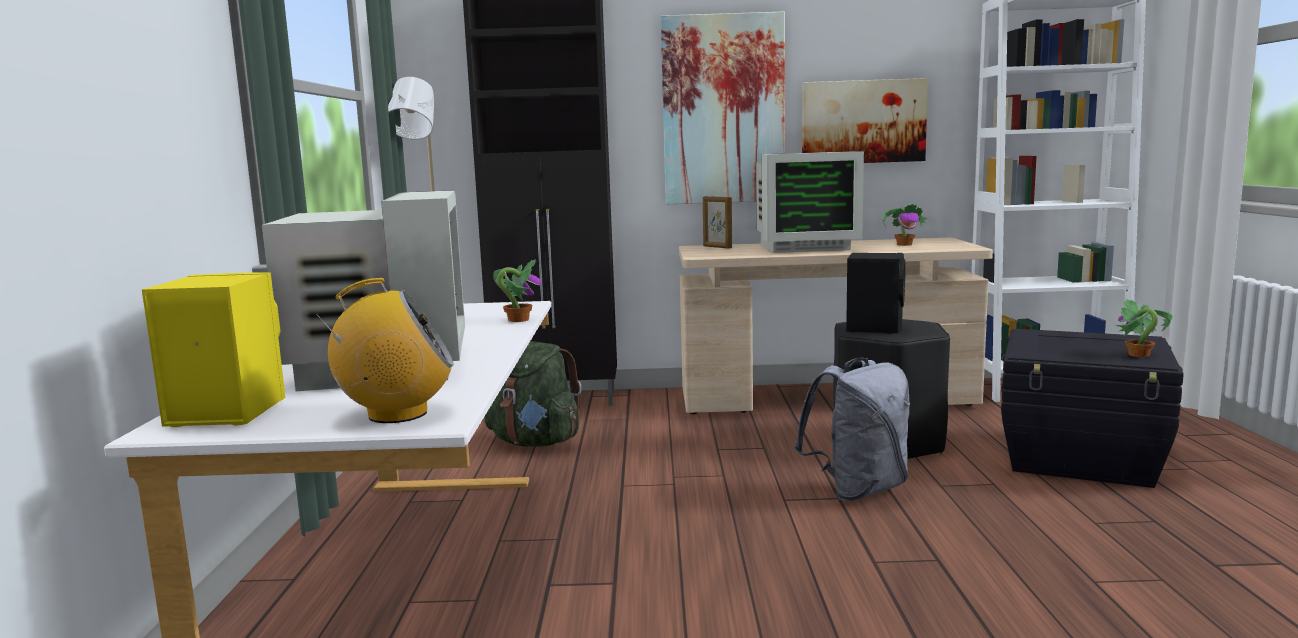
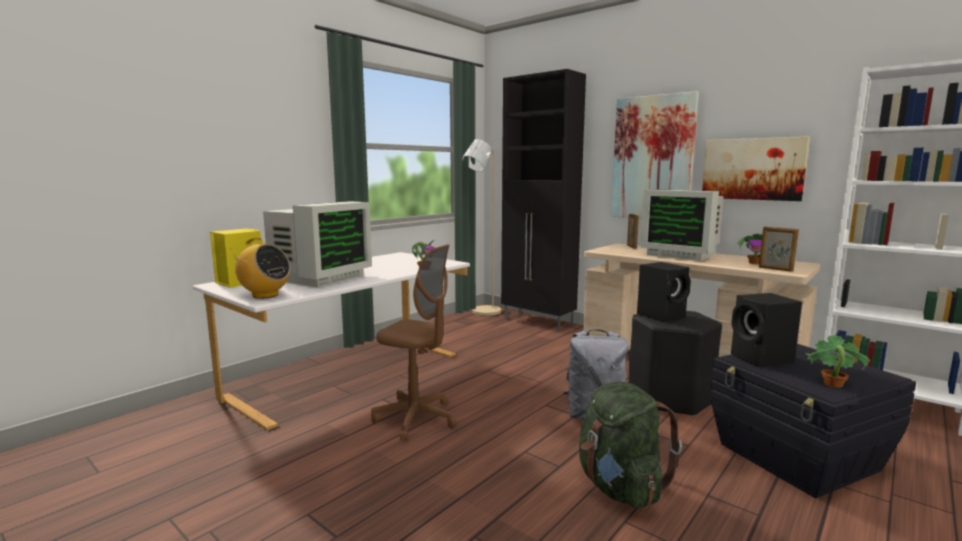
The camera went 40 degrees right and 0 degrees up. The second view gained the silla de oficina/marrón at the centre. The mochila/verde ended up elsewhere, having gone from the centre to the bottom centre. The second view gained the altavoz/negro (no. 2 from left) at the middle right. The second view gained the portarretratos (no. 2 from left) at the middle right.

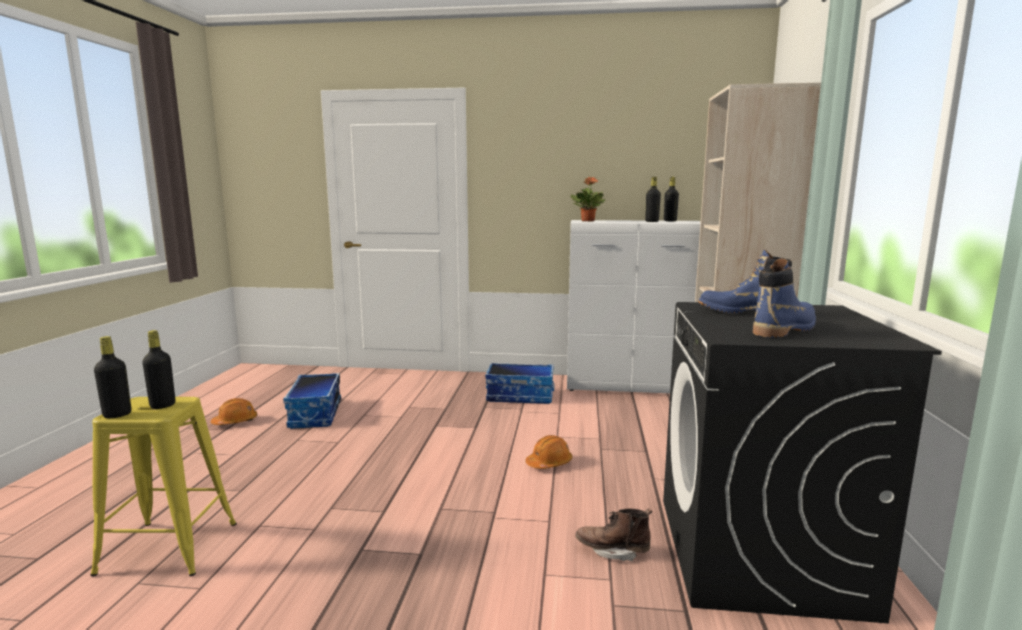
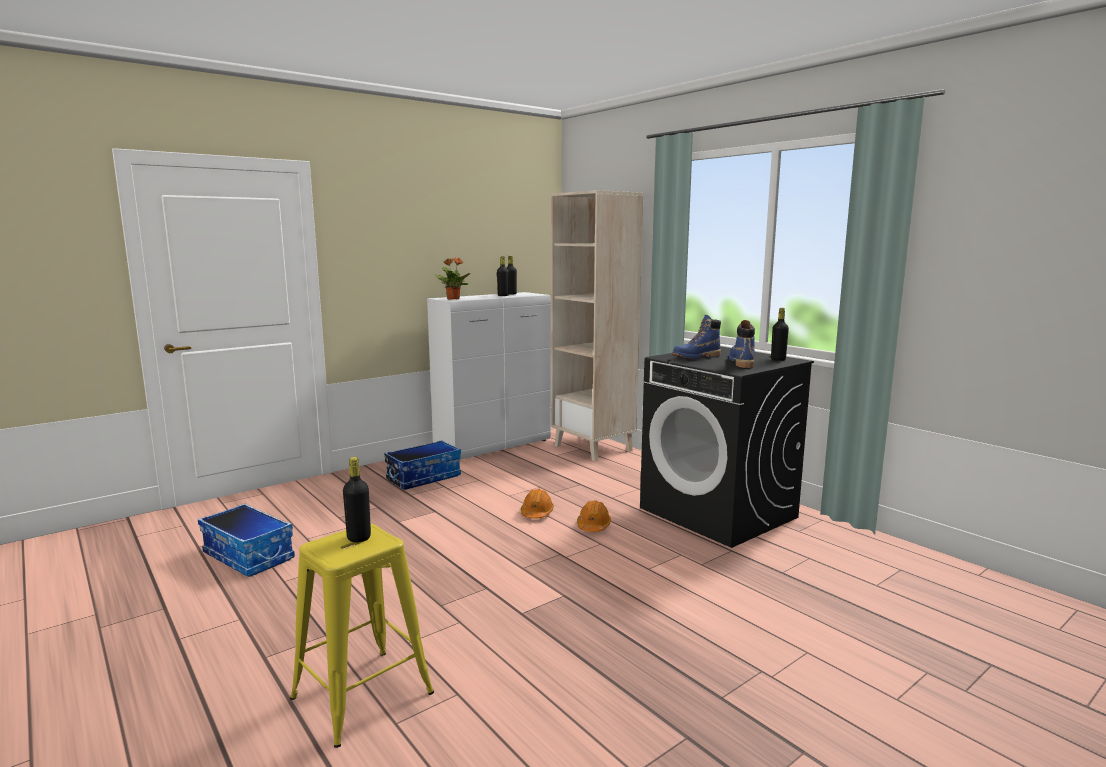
The camera went 45 degrees left and 0 degrees up. The casco/naranja (no. 1 from left in the first image) ended up elsewhere, having gone from the middle left to the bottom centre. The botella/negro (no. 1 from left in the first image) ended up elsewhere, having gone from the middle left to the middle right. The second view lost the bota/marrón at the bottom centre.

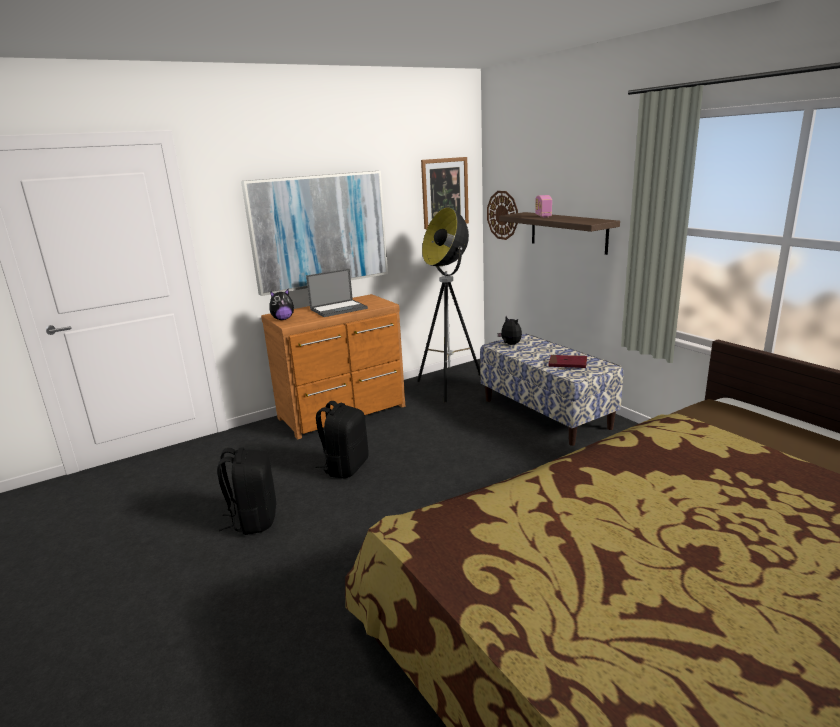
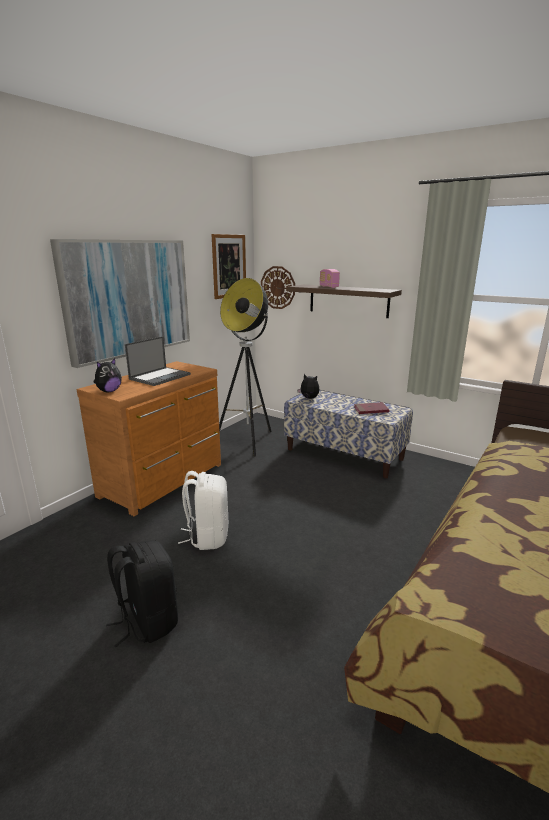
The camera went 25 degrees left and 0 degrees up. What was the mochila/negro (no. 2 from left) at the centre turned into the mochila/blanco at the centre.

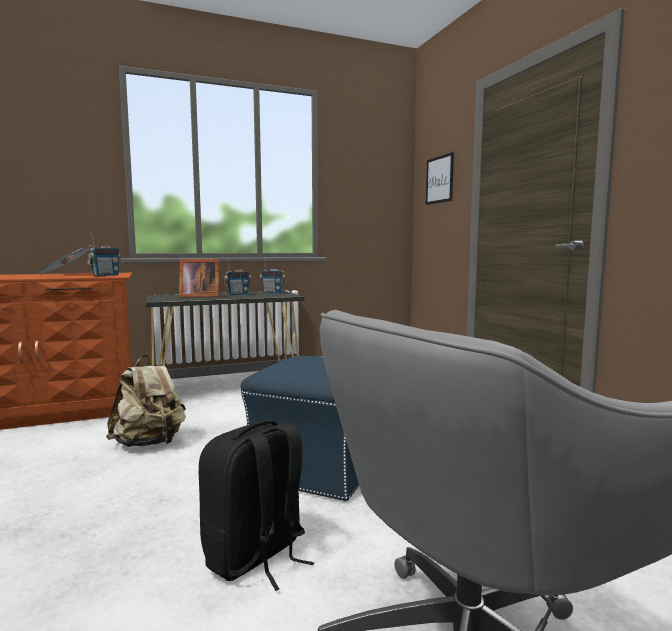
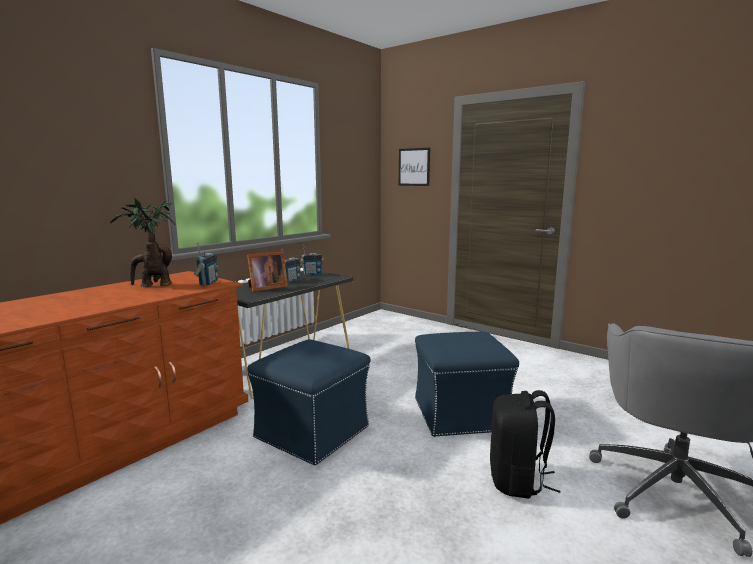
The camera went 30 degrees left and 5 degrees up. Where the periódico stood at the middle left, the planta en maceta came to stand at the middle left. Where the mochila/beis stood at the middle left, the puf/azul (no. 1 from left) came to stand at the bottom centre.

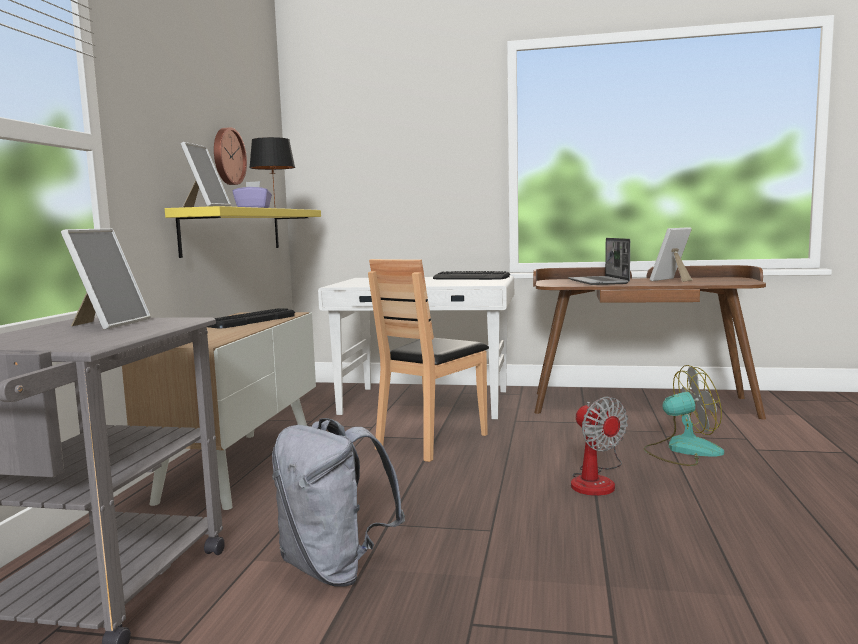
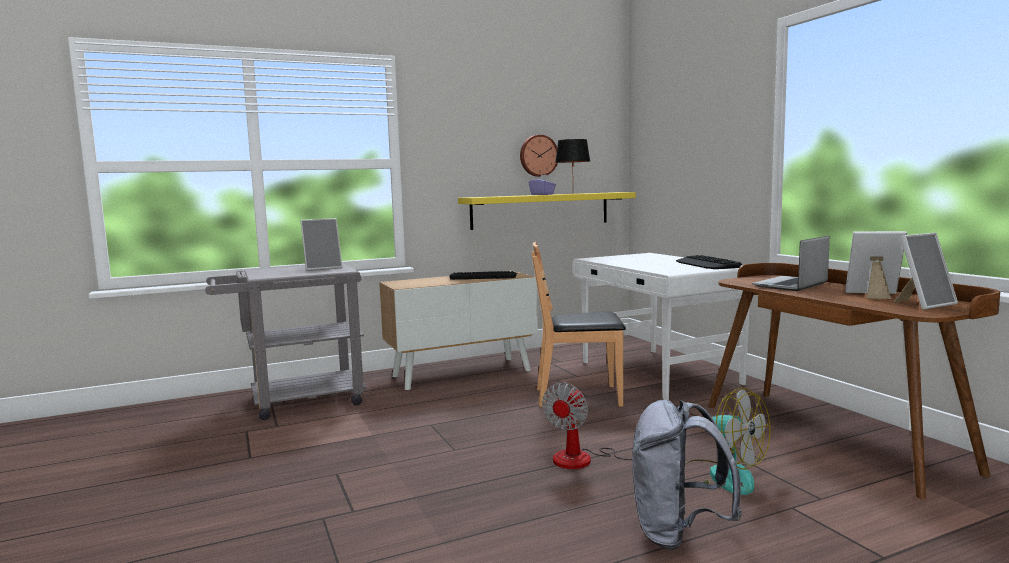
The camera went 55 degrees right and 0 degrees up. The mochila/gris ended up elsewhere, having gone from the bottom centre to the bottom right. The portarretratos (no. 2 from left in the first image) ended up elsewhere, having gone from the top left to the middle right.

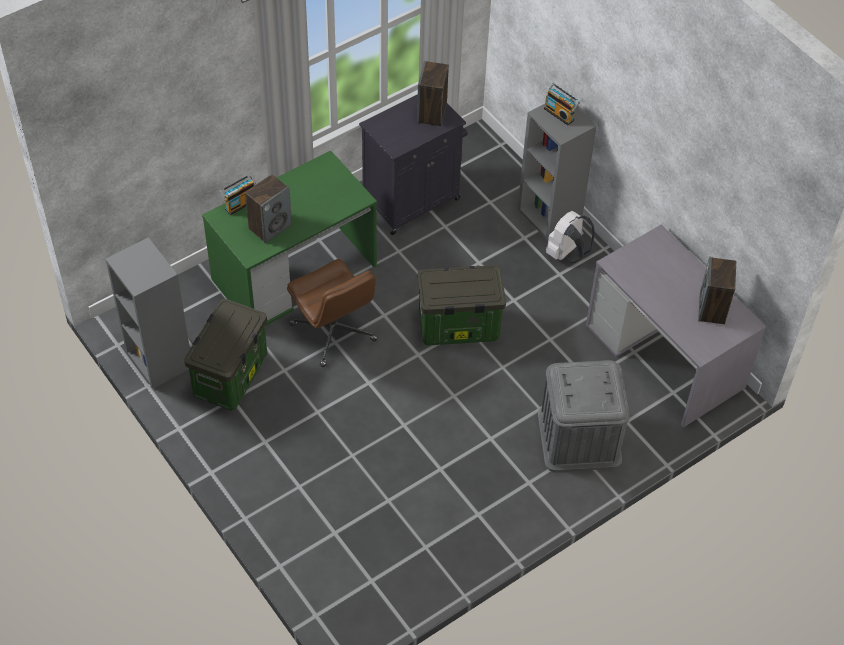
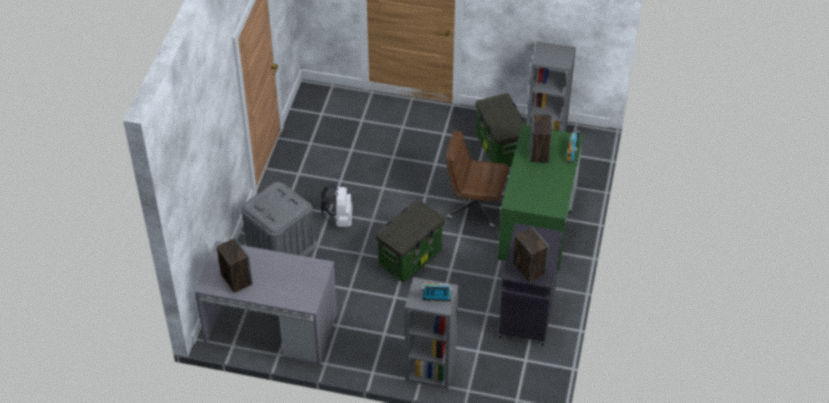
The camera went 140 degrees right and 5 degrees down. The mochila/blanco ended up elsewhere, having gone from the middle right to the centre.

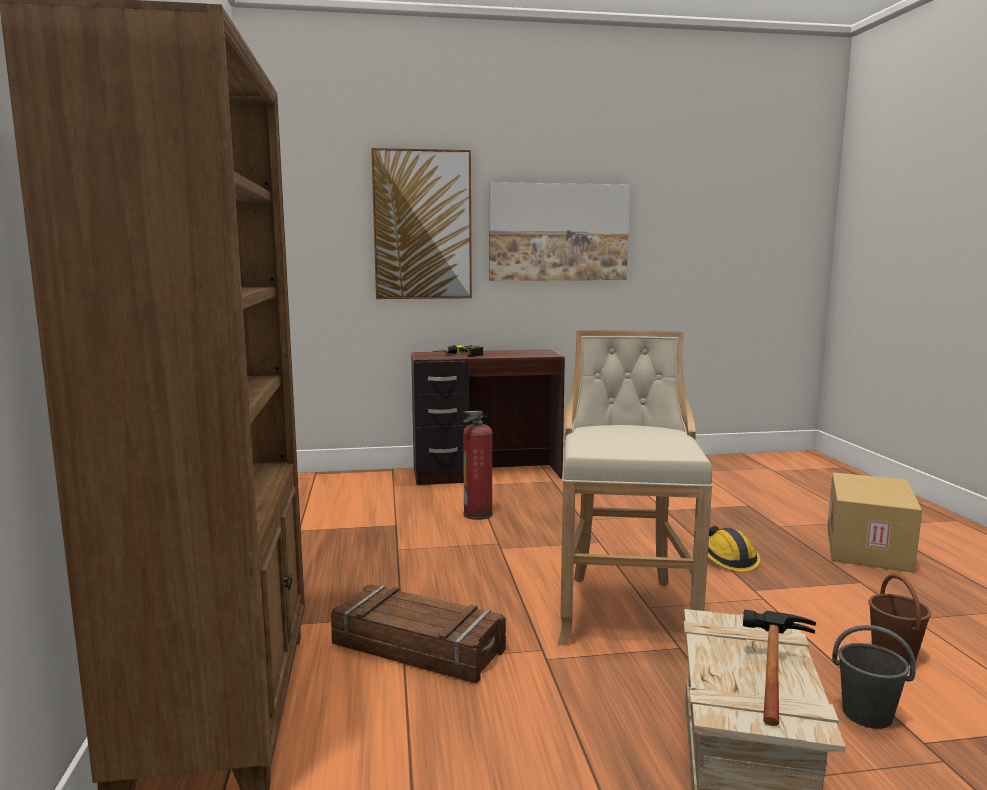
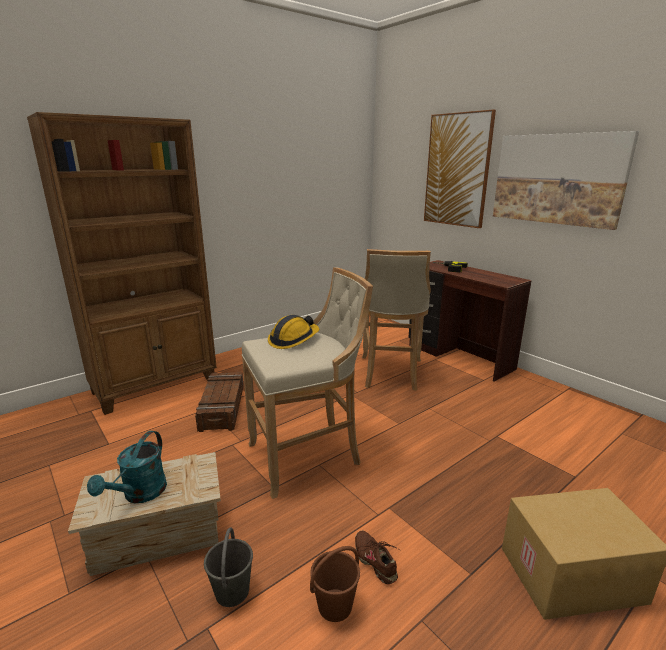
The camera went 60 degrees right and 10 degrees up. Where the martillo stood at the bottom right, the regadera/turquesa came to stand at the bottom left. The casco ended up elsewhere, having gone from the bottom right to the centre. The second view gained the zapato/marrón at the bottom centre. Where the extintor stood at the centre, the taburete/beis (no. 2 from left) came to stand at the centre.

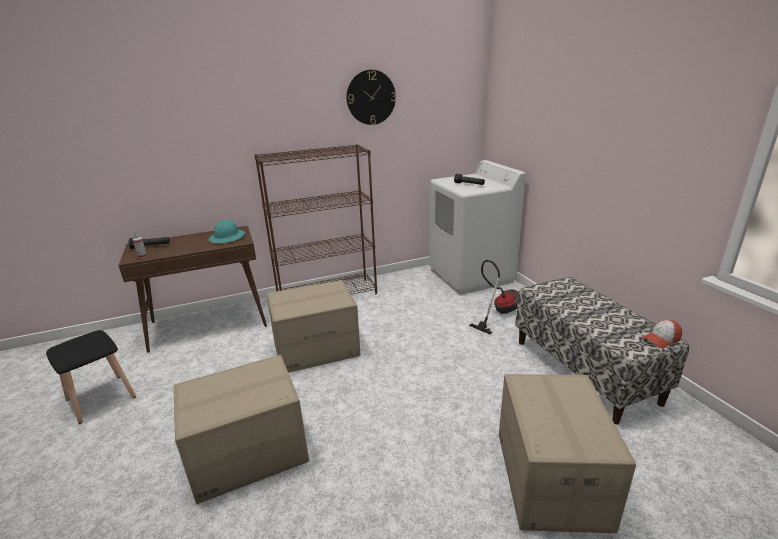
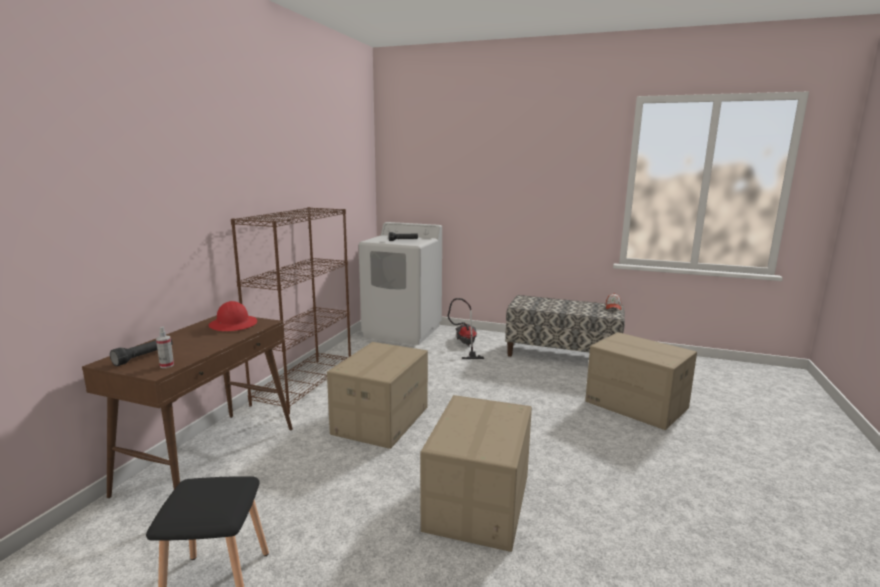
The camera went 50 degrees left and 10 degrees down. What was the casco/turquesa at the middle left turned into the casco/rojo at the middle left. The second view lost the reloj de pared at the top centre.

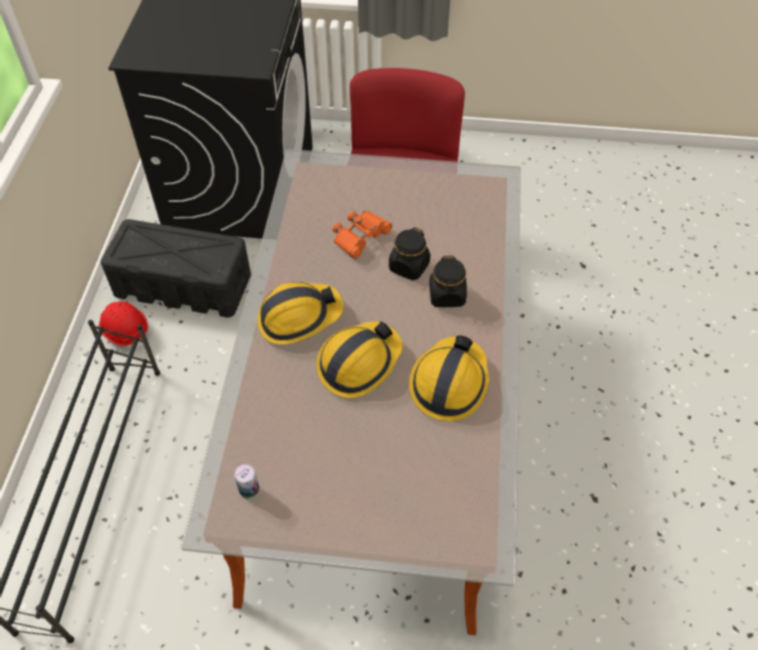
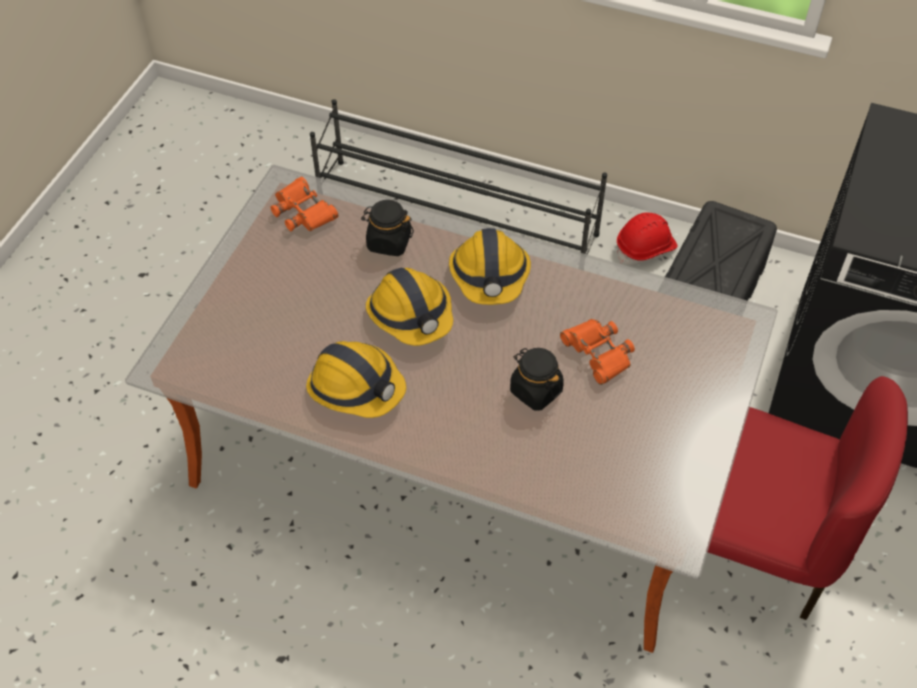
The camera went 105 degrees right and 0 degrees up. Where the lata stood at the bottom left, the prismáticos/naranja (no. 1 from left) came to stand at the top left. The tarro/negro (no. 2 from left in the first image) ended up elsewhere, having gone from the centre to the top centre.

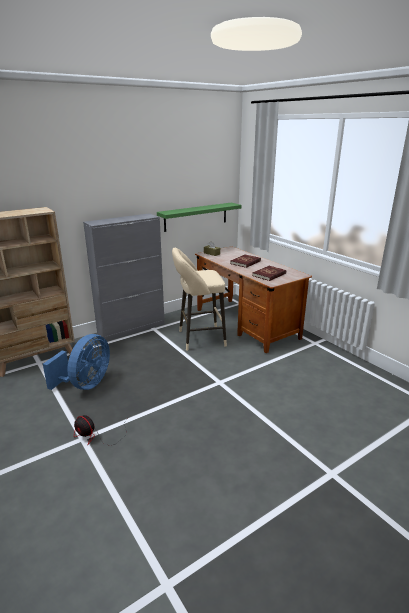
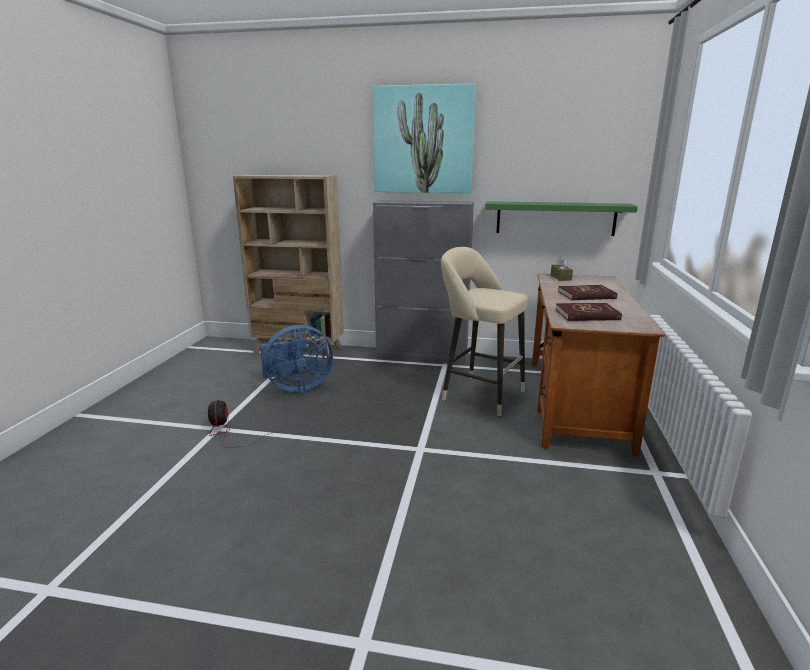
The camera went 45 degrees right and 5 degrees down. The second view gained the cuadro at the top centre.

